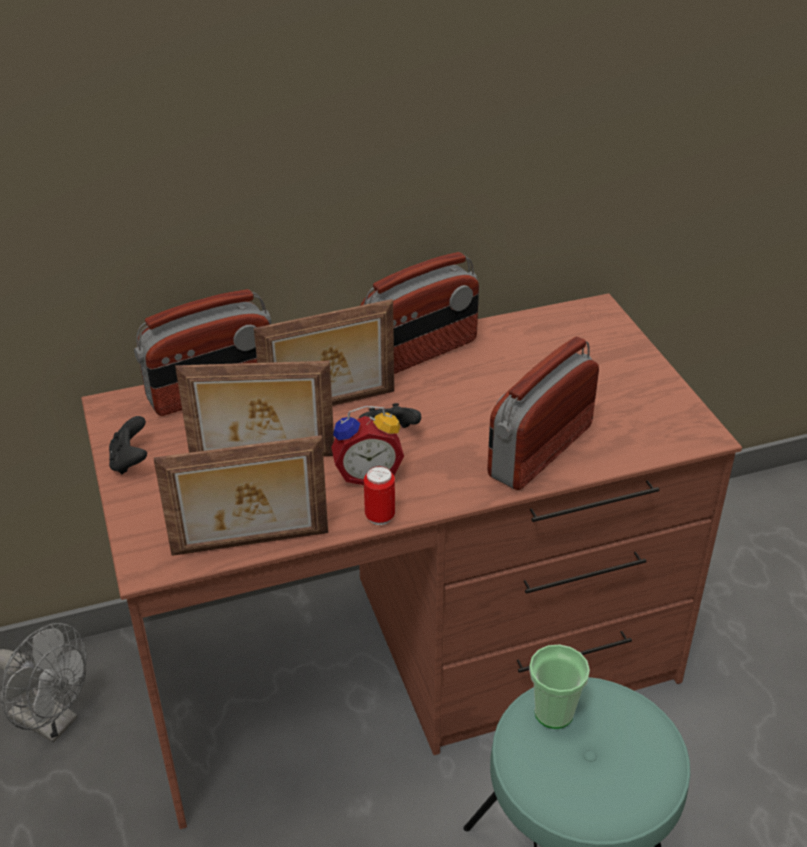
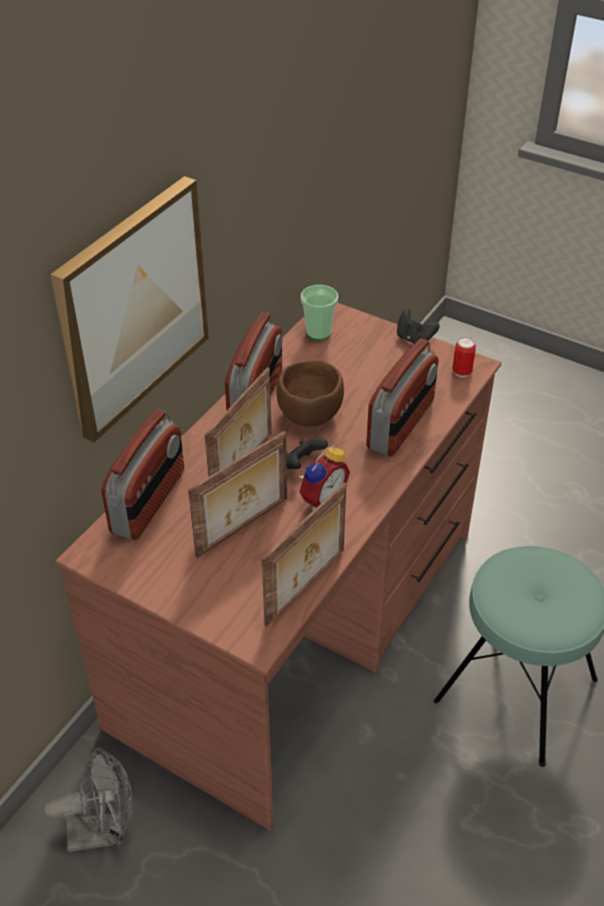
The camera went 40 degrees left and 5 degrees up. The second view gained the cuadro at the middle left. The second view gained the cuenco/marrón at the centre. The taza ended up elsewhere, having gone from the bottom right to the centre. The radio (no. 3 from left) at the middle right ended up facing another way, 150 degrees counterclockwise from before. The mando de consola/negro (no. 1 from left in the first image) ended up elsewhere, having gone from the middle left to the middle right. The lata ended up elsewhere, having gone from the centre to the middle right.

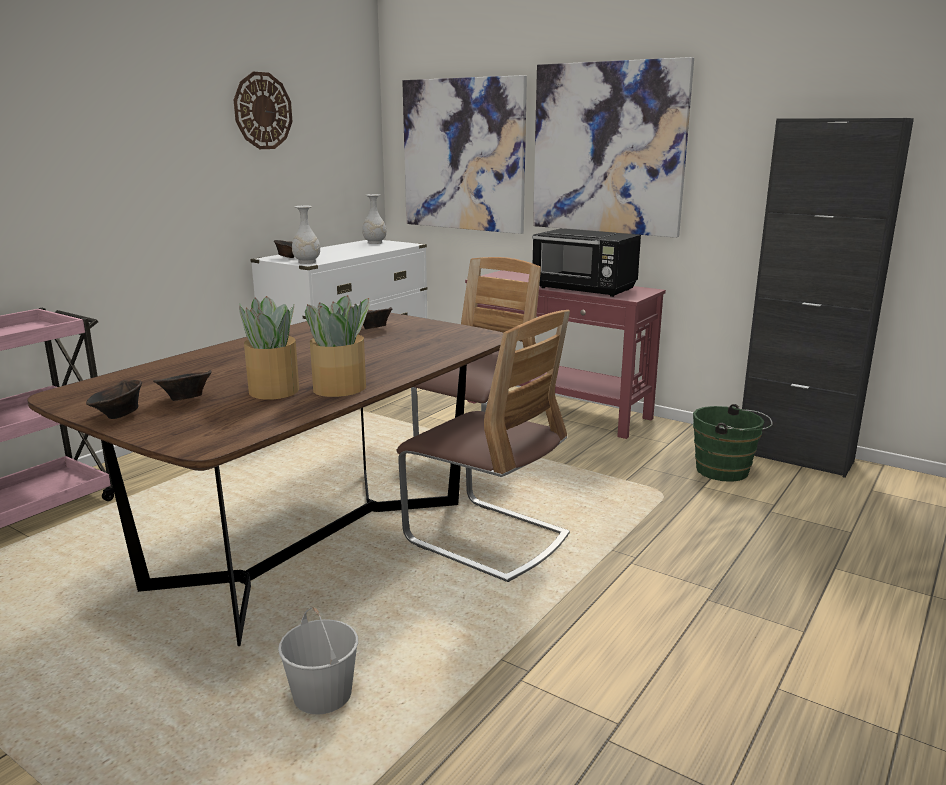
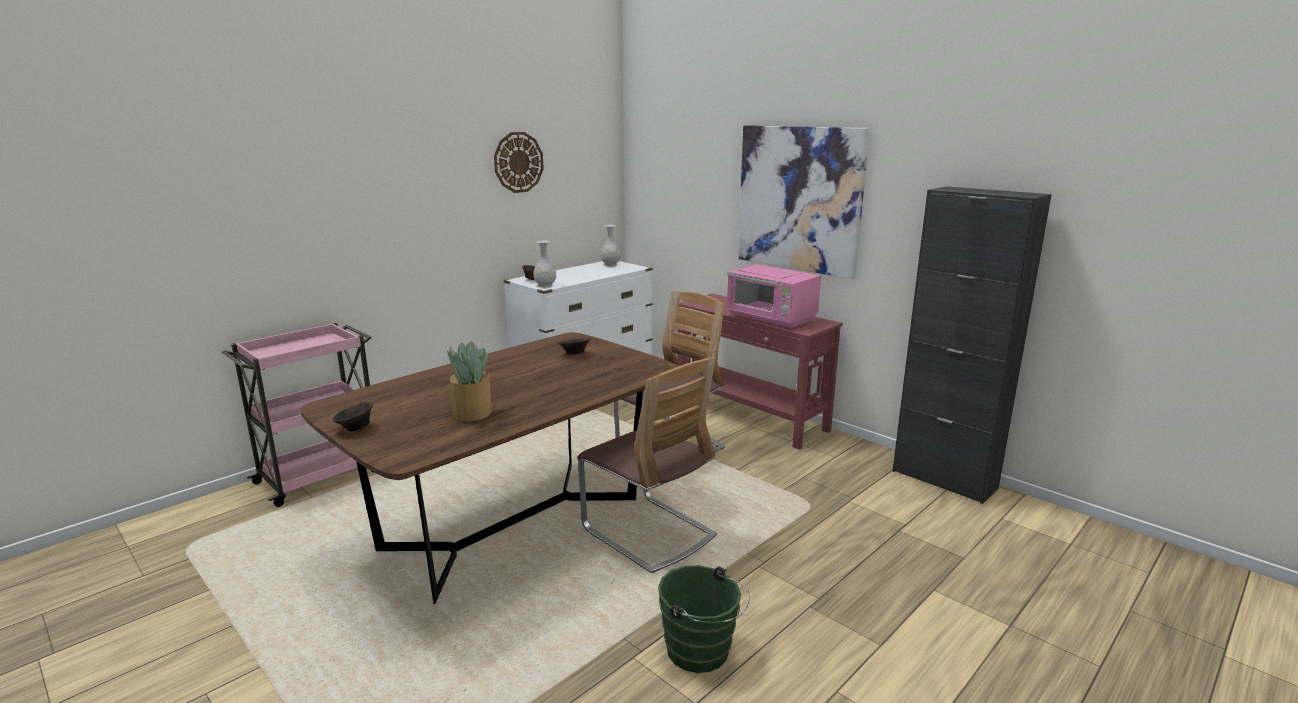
The camera went 10 degrees right and 0 degrees up. The cubo/verde ended up elsewhere, having gone from the middle right to the bottom centre. What was the microondas/negro at the centre turned into the microondas/rosa at the centre. The second view lost the cuenco/marrón (no. 2 from left) at the middle left. The second view lost the cubo/blanco at the bottom centre. The second view lost the planta en maceta (no. 2 from left) at the centre. The second view lost the cuadro (no. 1 from left) at the top centre.

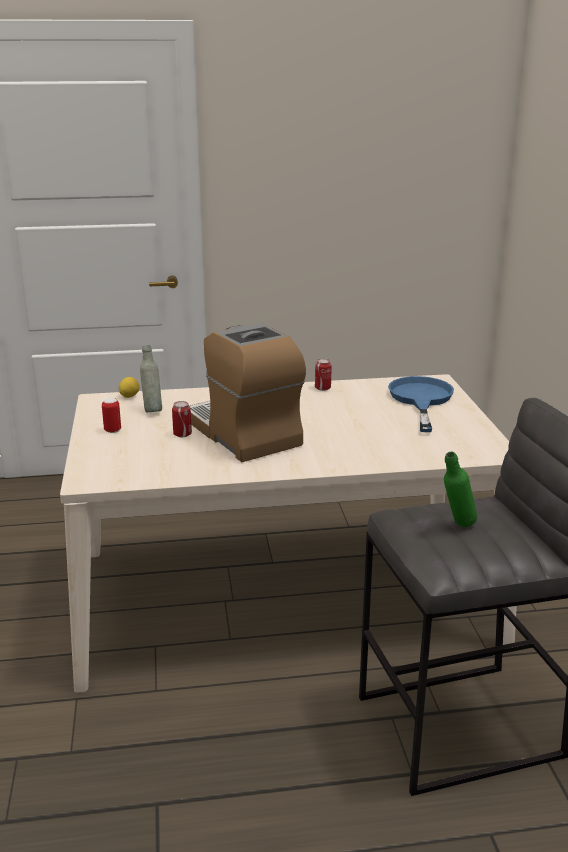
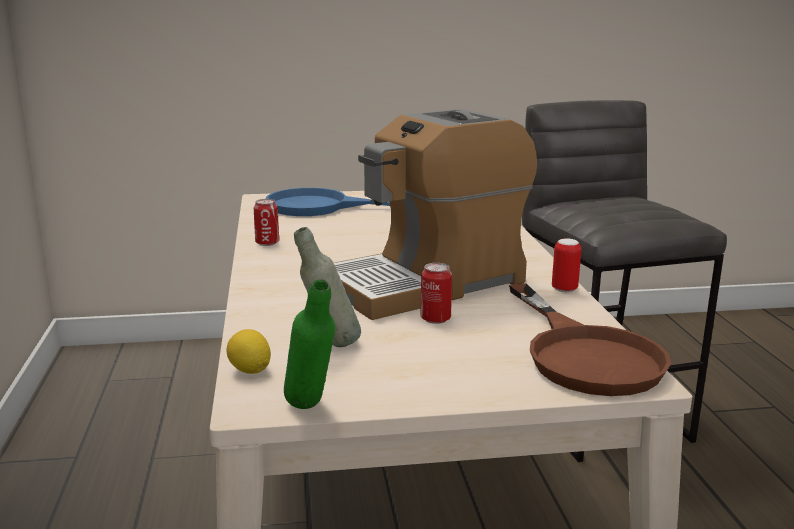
The camera went 90 degrees left and 5 degrees down. The botella/verde ended up elsewhere, having gone from the middle right to the centre. The second view gained the sartén/marrón at the middle right. The lata (no. 1 from left in the first image) ended up elsewhere, having gone from the middle left to the middle right.

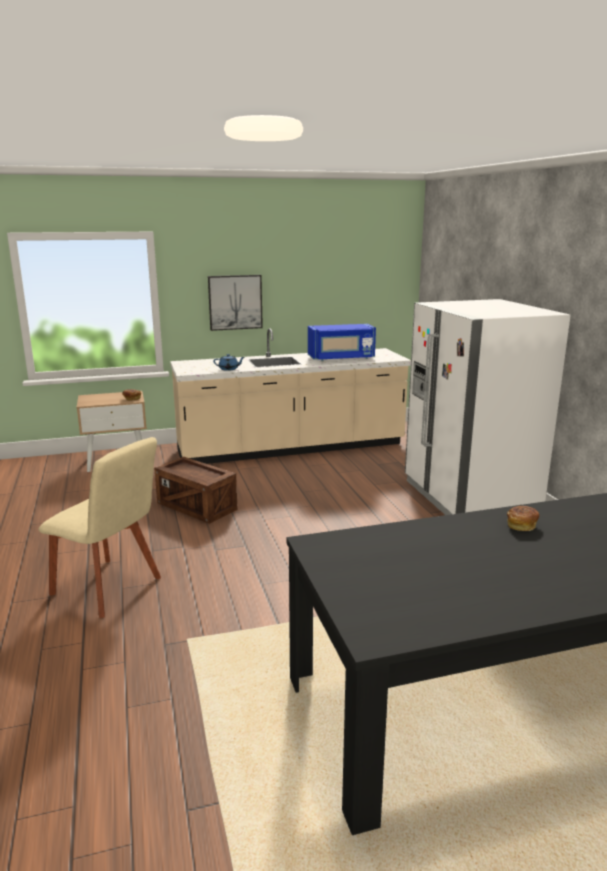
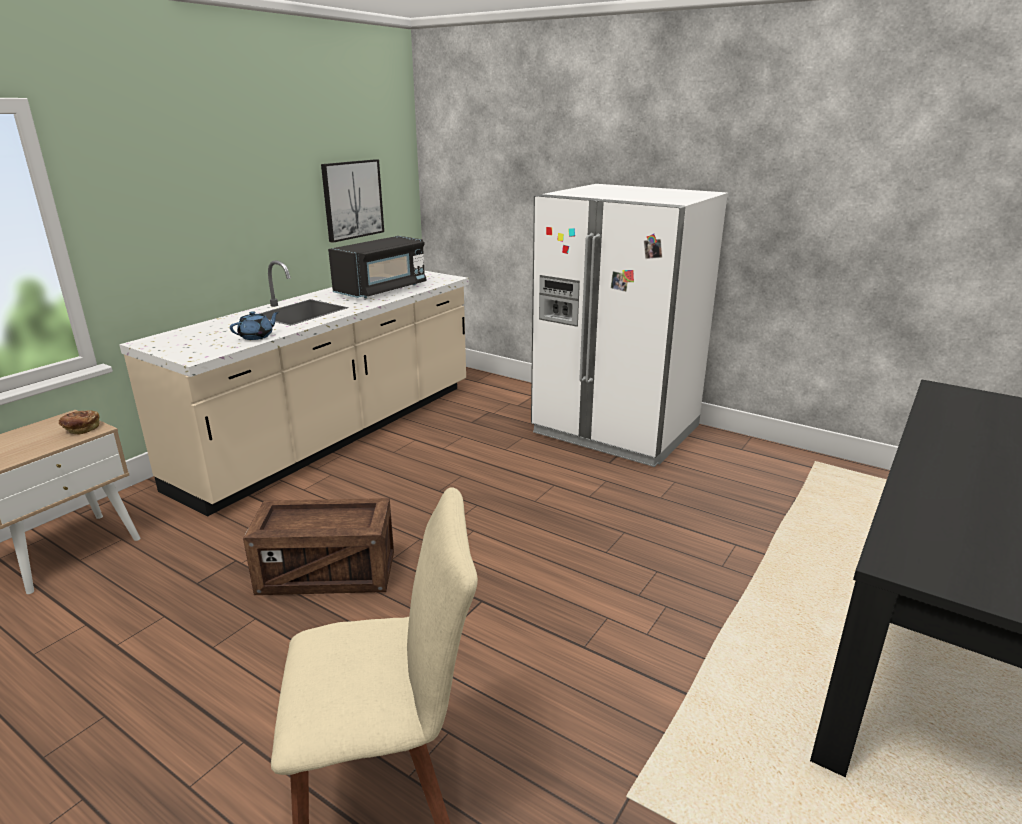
The camera went 40 degrees left and 5 degrees up. The cuadro ended up elsewhere, having gone from the centre to the top centre. What was the microondas/azul at the centre turned into the microondas/negro at the top centre. The second view lost the pan (no. 2 from left) at the middle right.

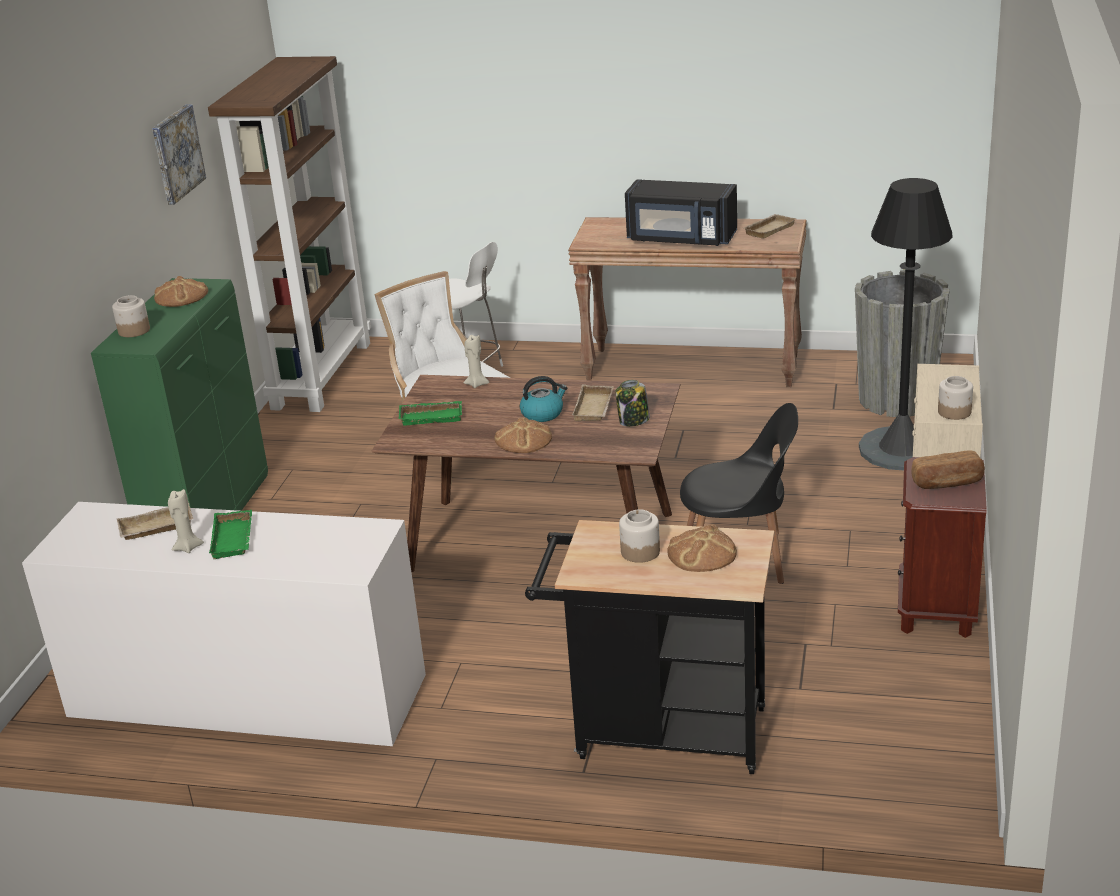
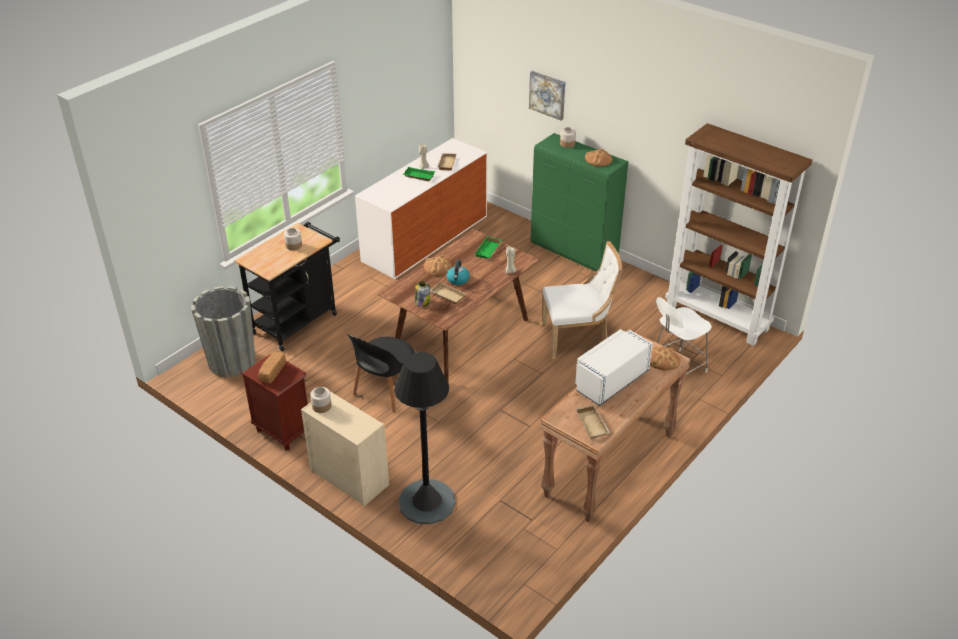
The camera went 115 degrees right and 10 degrees up. The maceta/gris ended up elsewhere, having gone from the middle right to the middle left. The cuadro ended up elsewhere, having gone from the top left to the top centre. What was the microondas/negro at the top centre turned into the microondas/blanco at the centre. The pan (no. 3 from left in the first image) ended up elsewhere, having gone from the centre to the middle right.

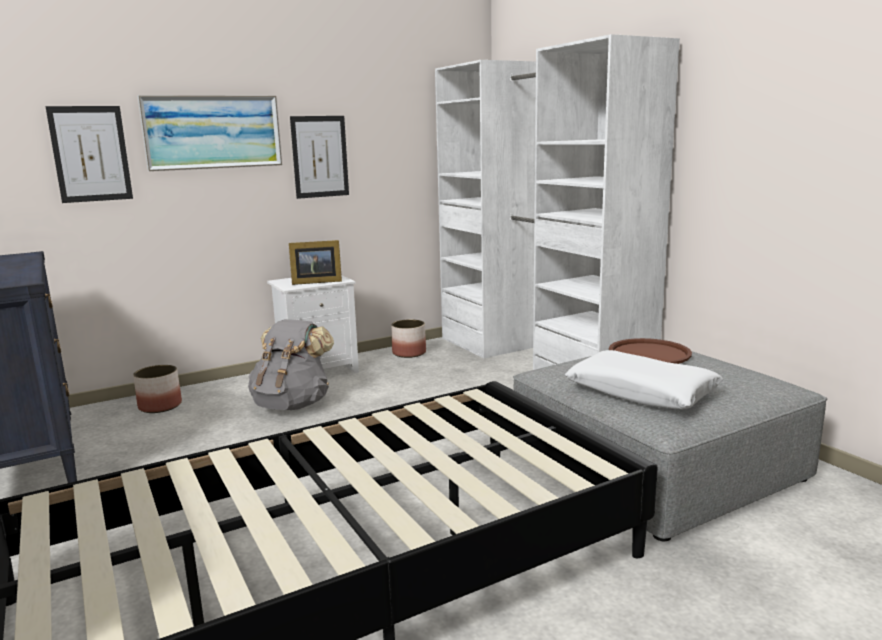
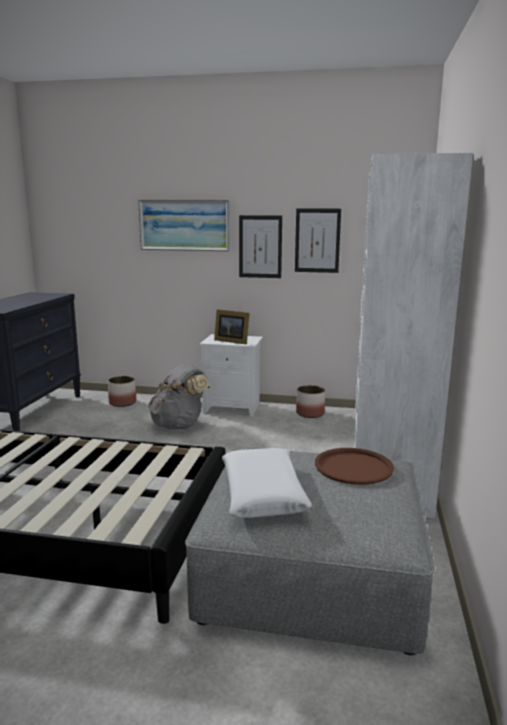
The camera went 40 degrees right and 0 degrees up. The cuadro (no. 1 from left in the first image) ended up elsewhere, having gone from the top left to the top centre.

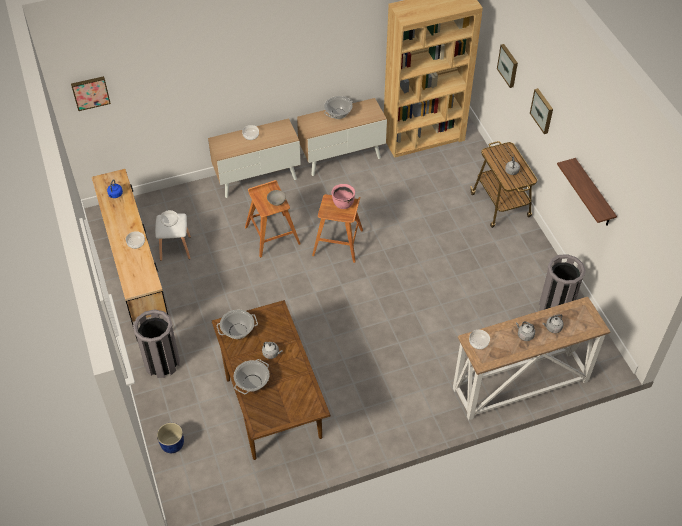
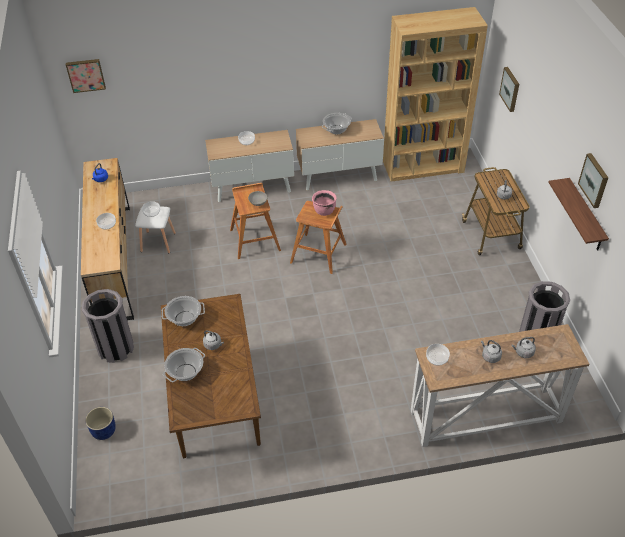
The camera went 10 degrees right and 5 degrees down. The cuadro (no. 3 from left) ended up elsewhere, having gone from the top right to the middle right.

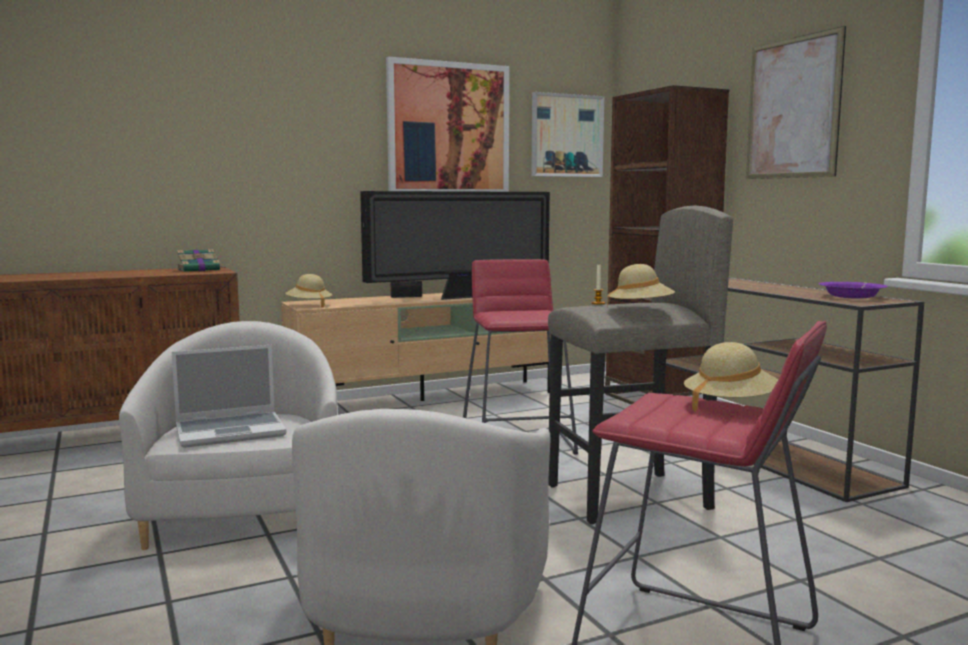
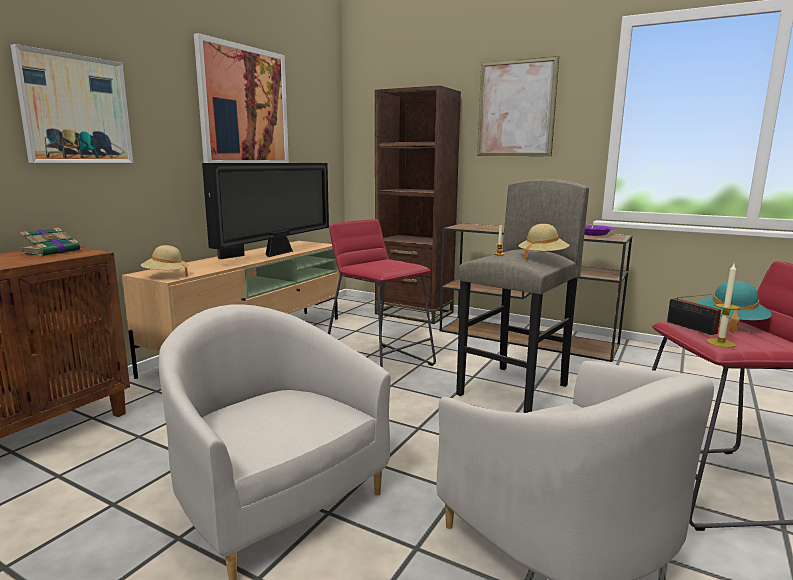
The camera went 35 degrees left and 5 degrees up. The cuadro (no. 2 from left in the first image) ended up elsewhere, having gone from the top centre to the top left. The second view gained the radio (no. 2 from left) at the middle right. What was the sombrero/beis (no. 3 from left) at the middle right turned into the sombrero/turquesa at the middle right. The second view gained the vela (no. 2 from left) at the middle right. The second view lost the portátil at the middle left.

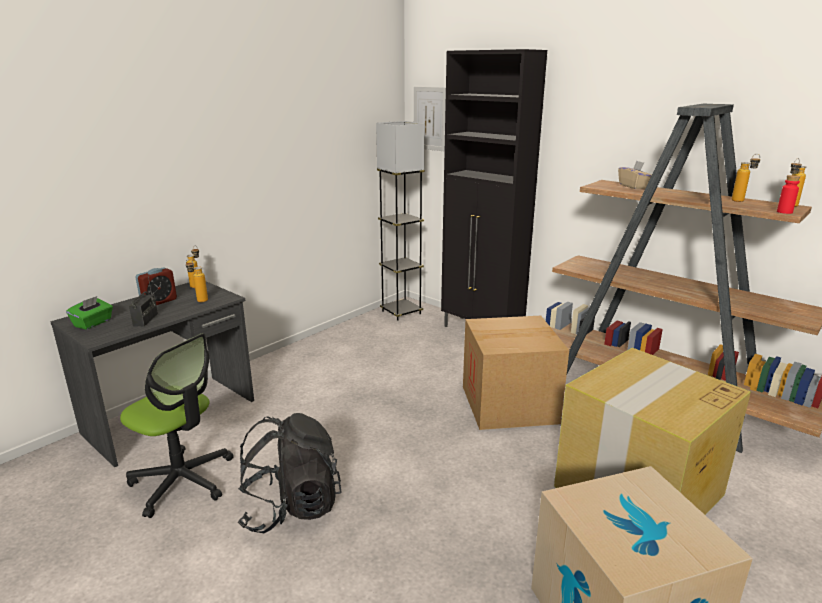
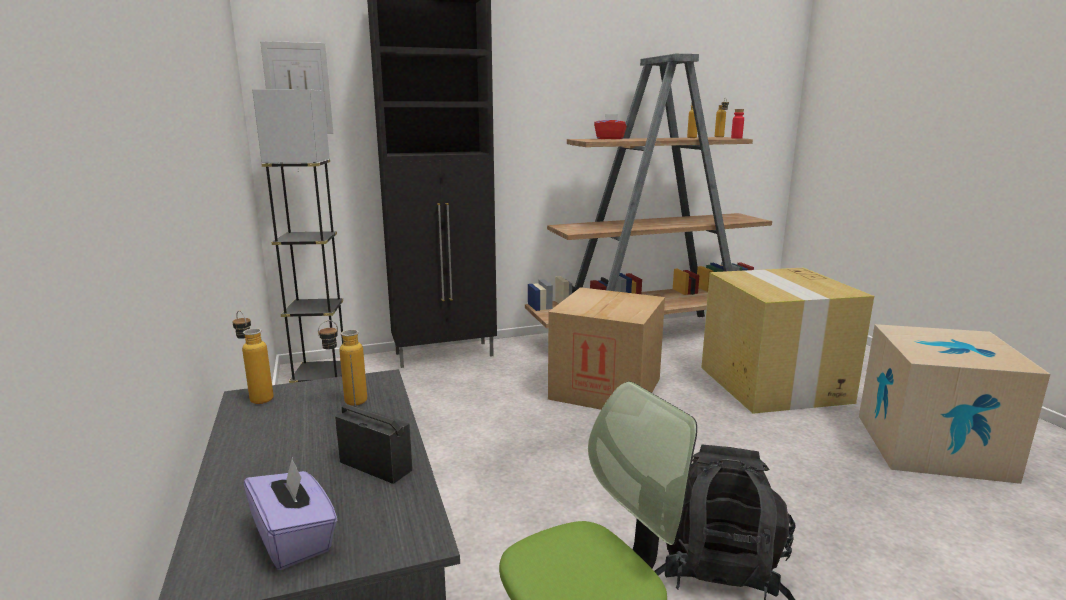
The camera went 60 degrees left and 5 degrees down. What was the caja de pañuelos/verde at the middle left turned into the caja de pañuelos/morado at the bottom left. What was the caja de pañuelos/beis at the top right turned into the caja de pañuelos/rojo at the top centre. The second view lost the despertador at the middle left.

